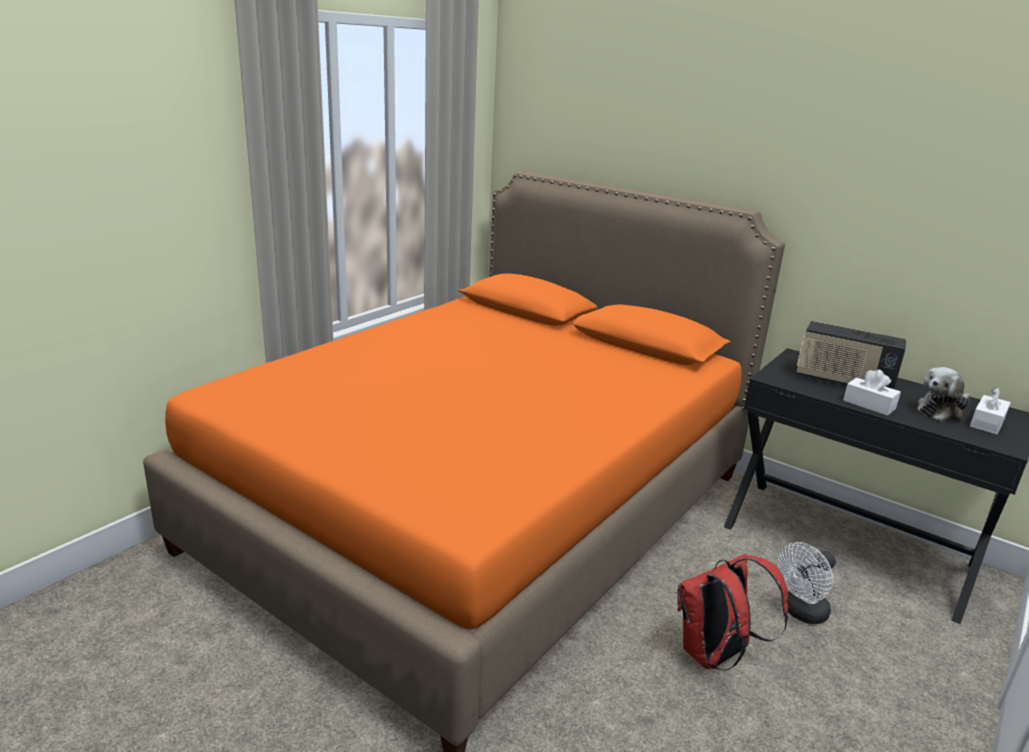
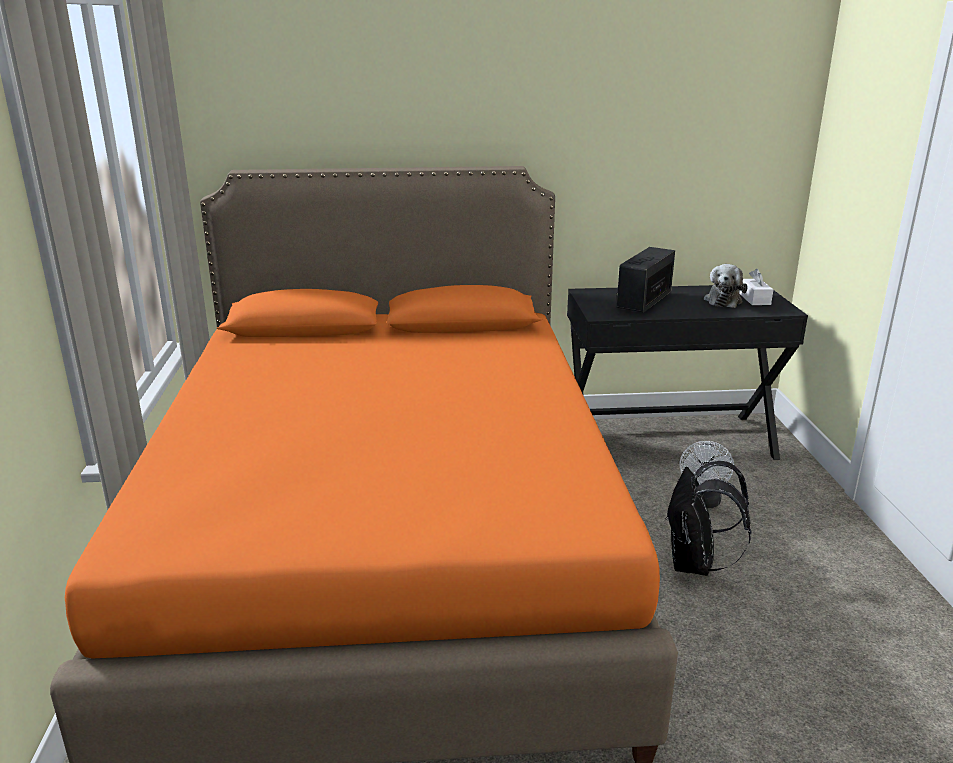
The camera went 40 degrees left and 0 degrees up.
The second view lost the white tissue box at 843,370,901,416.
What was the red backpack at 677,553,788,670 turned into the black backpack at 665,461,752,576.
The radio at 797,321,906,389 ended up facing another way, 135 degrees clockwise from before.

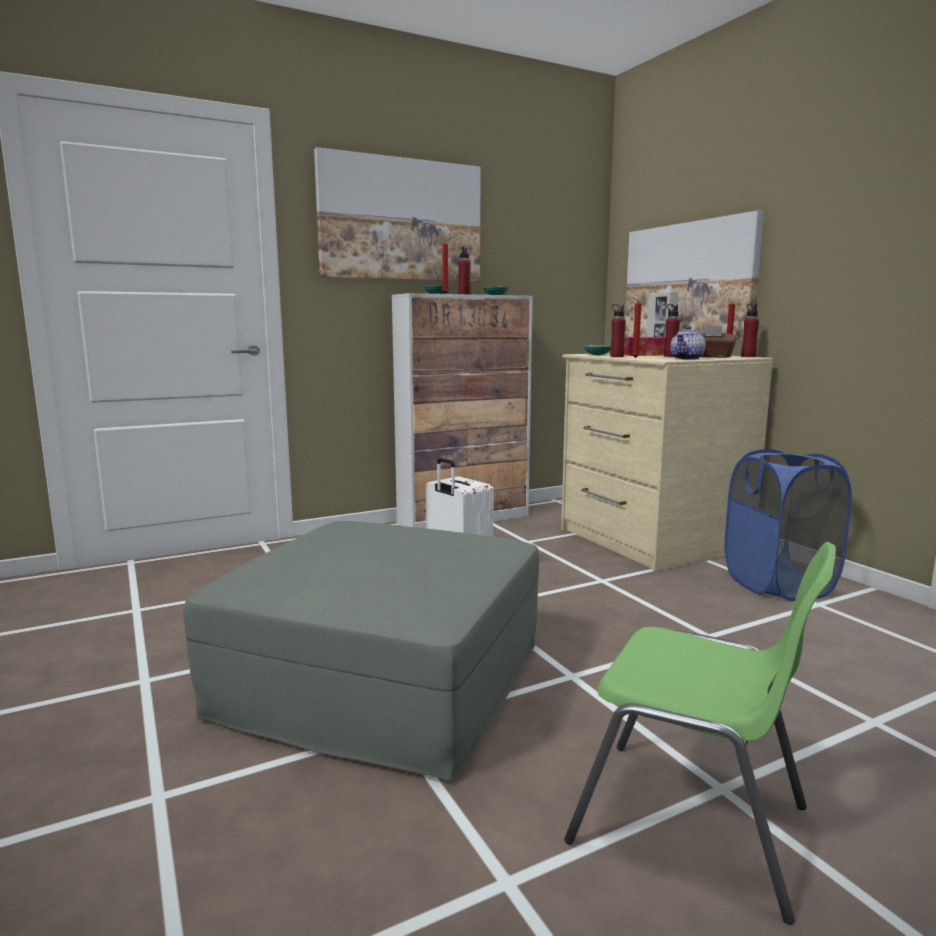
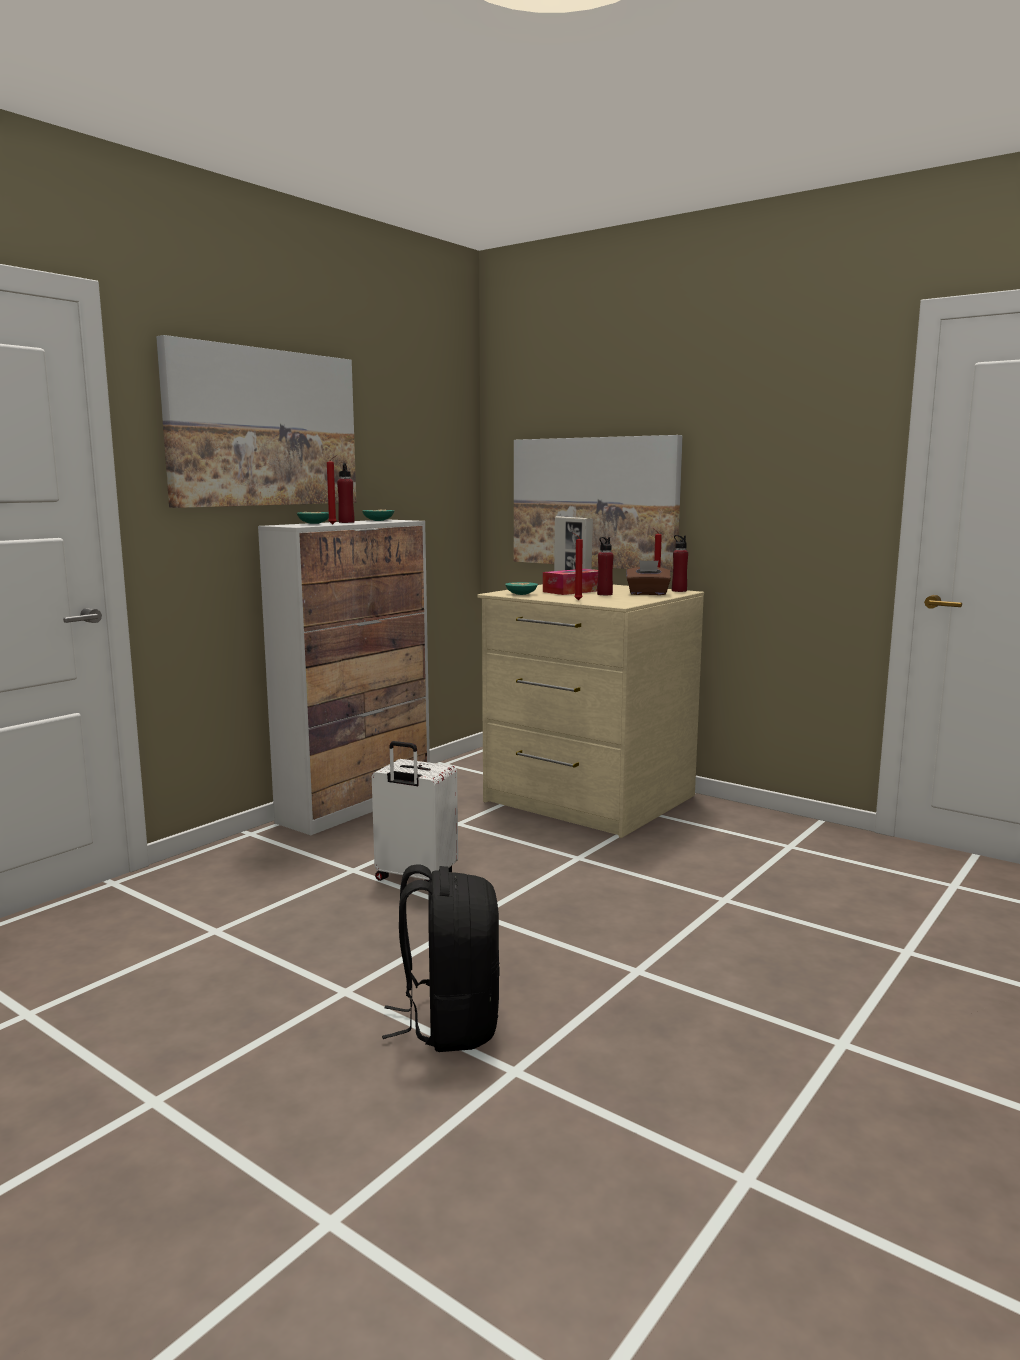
The camera went 25 degrees left and 0 degrees up.
The second view lost the green chair at 564,542,836,924.
The second view lost the red bottle at 610,304,626,357.
The second view lost the teapot at 670,326,705,360.
The second view lost the blue laundry basket at 725,449,852,601.
Where the grey ottoman stood at 183,521,539,781, the black backpack came to stand at 382,864,500,1052.

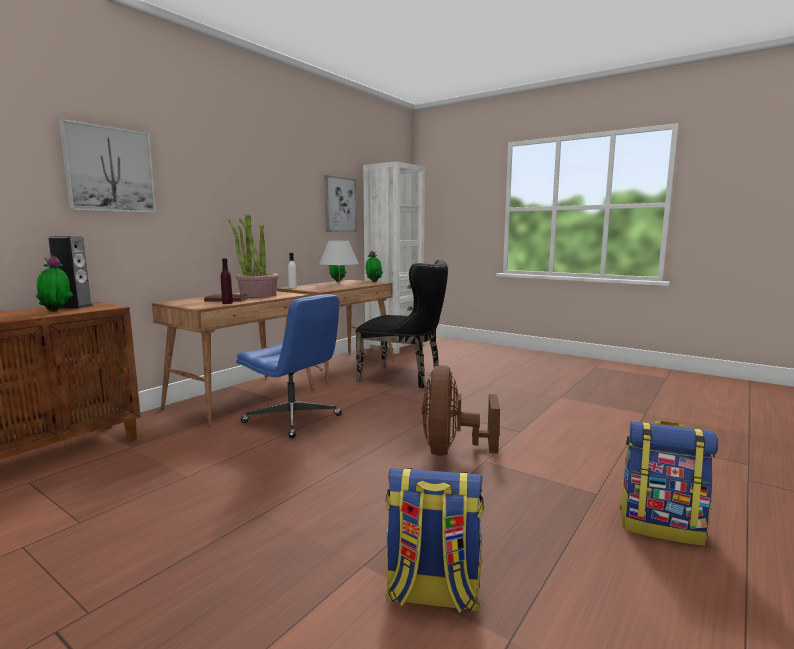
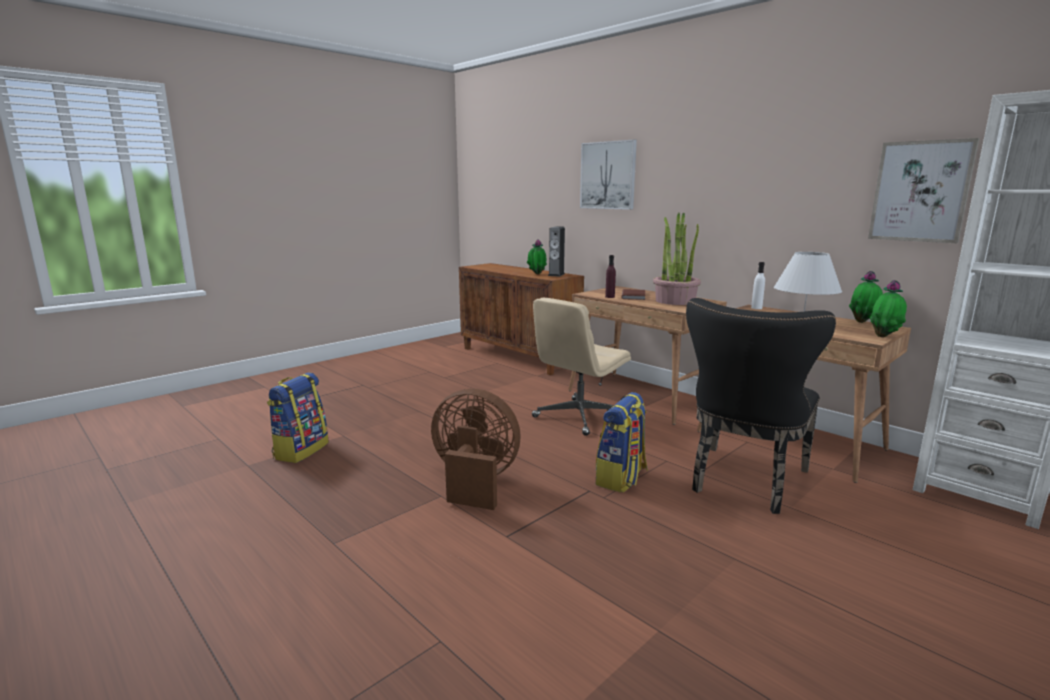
The camera went 100 degrees right and 5 degrees up.
The backpack ended up elsewhere, having gone from 619,421,718,546 to 596,392,648,492.
What was the blue office chair at 236,294,342,438 turned into the beige office chair at 532,298,631,436.

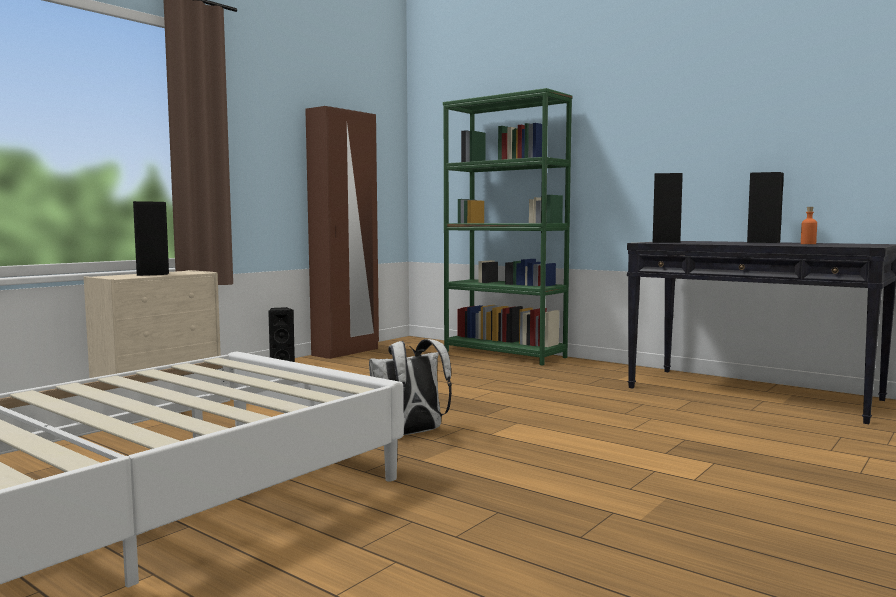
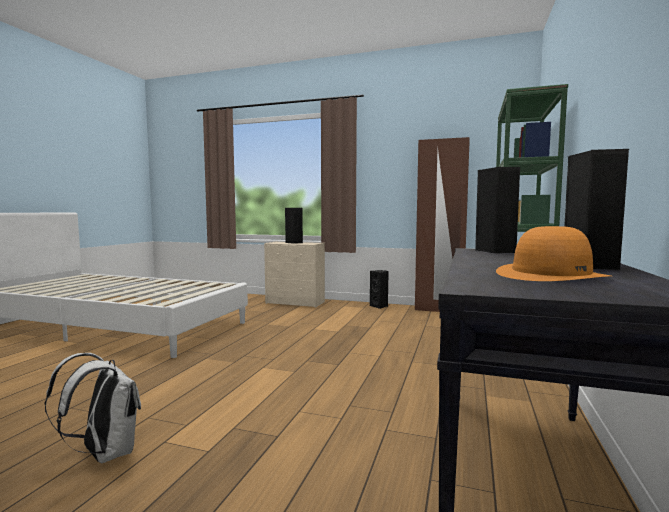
The camera went 70 degrees right and 0 degrees up.
The white backpack ended up elsewhere, having gone from 369,339,452,435 to 45,353,141,464.
Where the orange bottle stood at 801,207,817,244, the orange hat came to stand at 496,226,611,281.

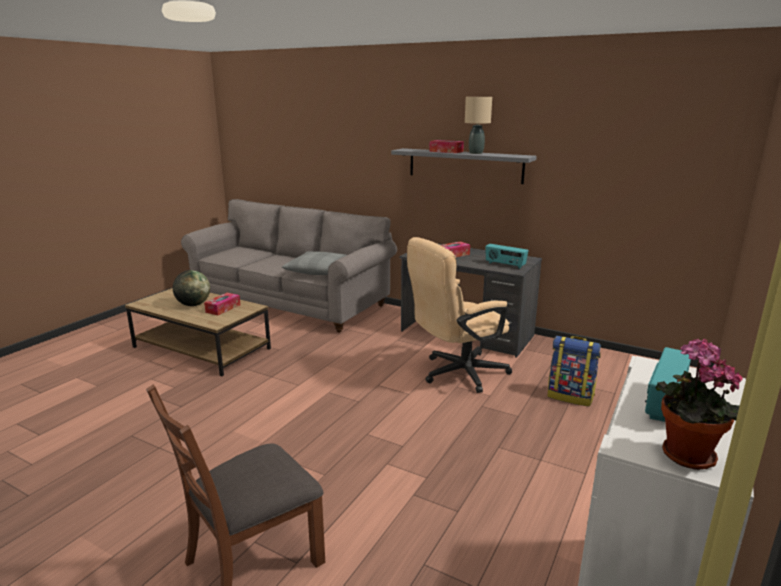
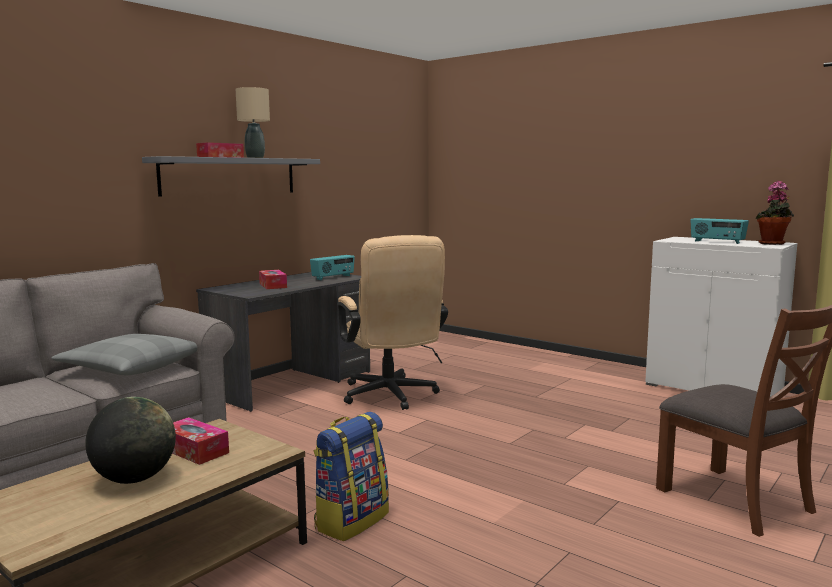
The camera went 80 degrees left and 10 degrees down.
The backpack ended up elsewhere, having gone from 548,336,601,407 to 314,412,389,541.

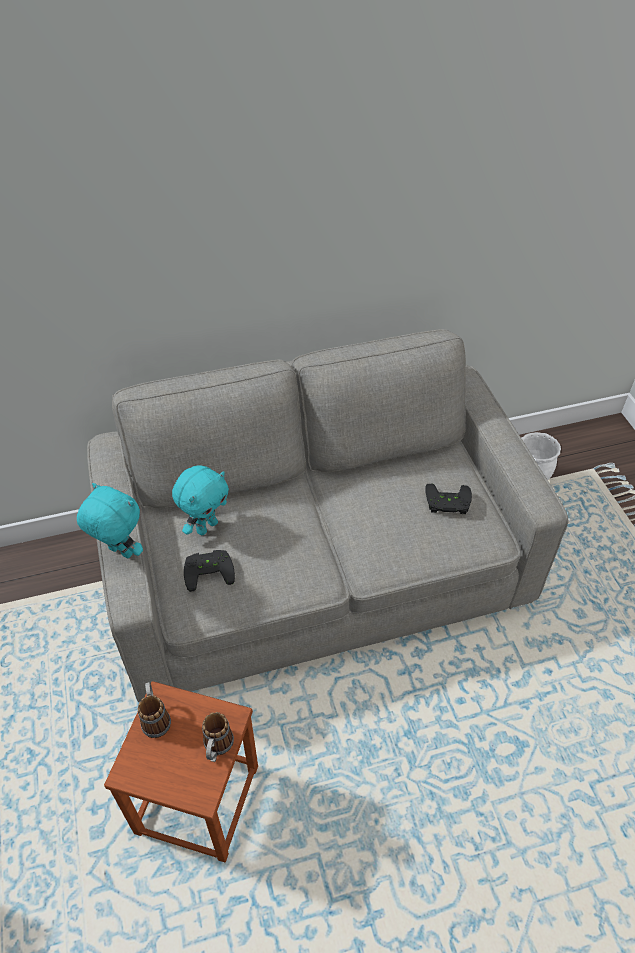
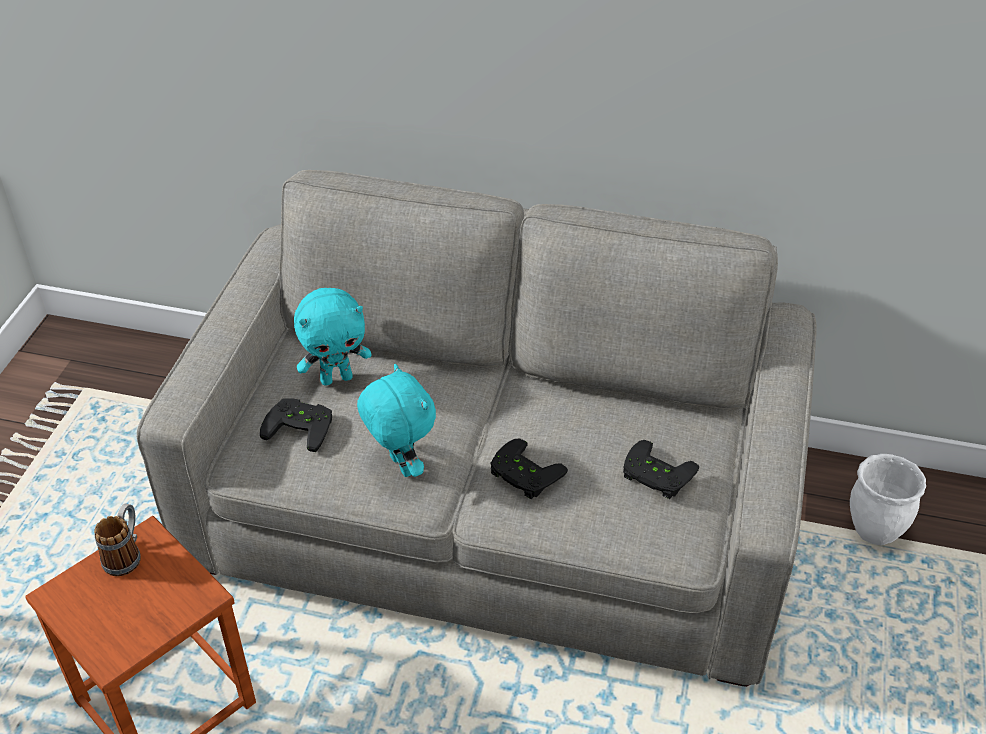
The camera went 30 degrees right and 5 degrees down.
The second view lost the mug at 202,712,234,762.
The second view gained the black game controller at 490,438,568,499.
The turquoise plush toy ended up elsewhere, having gone from 77,483,143,558 to 357,364,436,477.

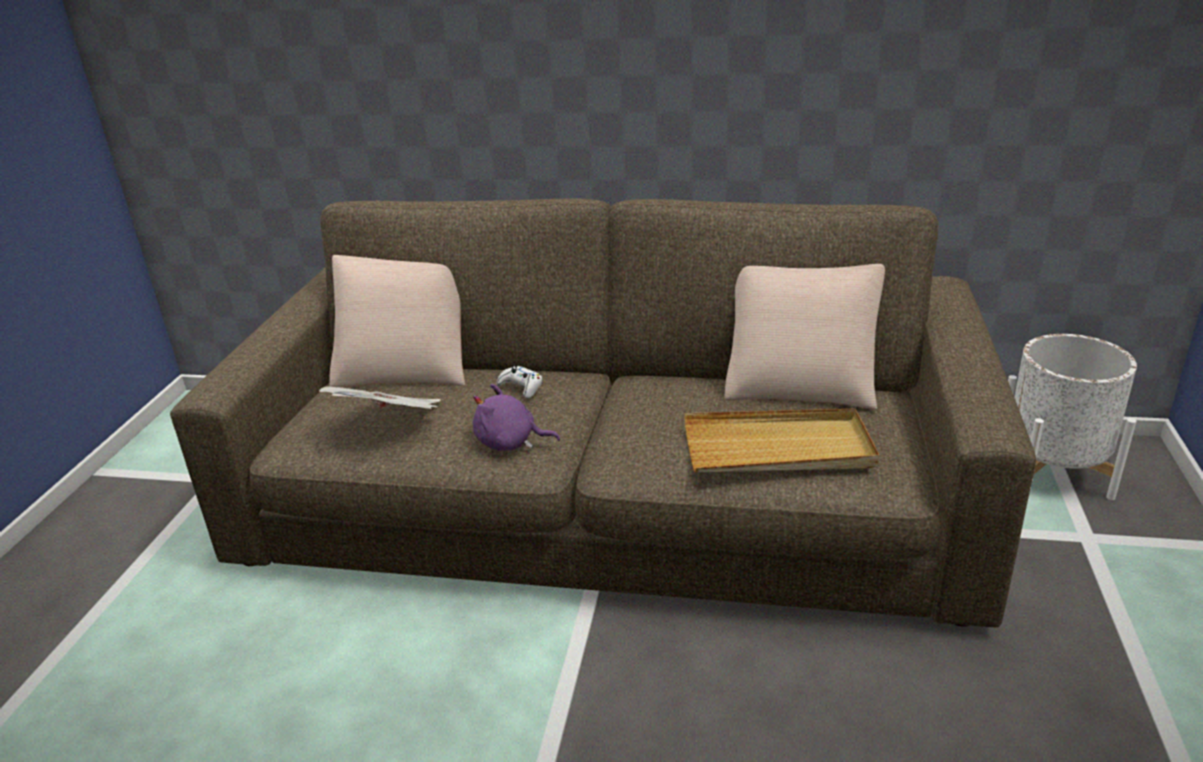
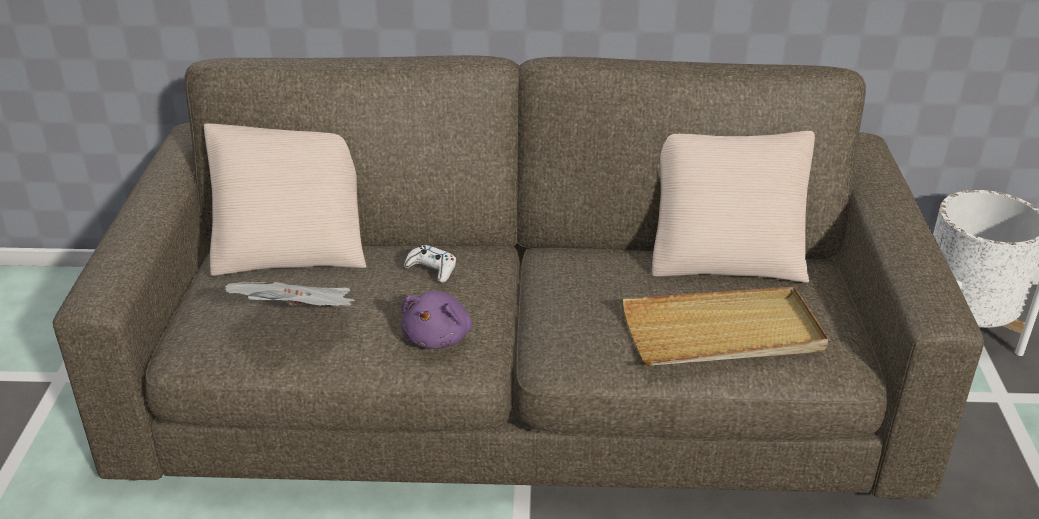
The camera went 10 degrees left and 5 degrees up.
The purple plush toy at 473,384,560,451 ended up facing another way, 75 degrees counterclockwise from before.

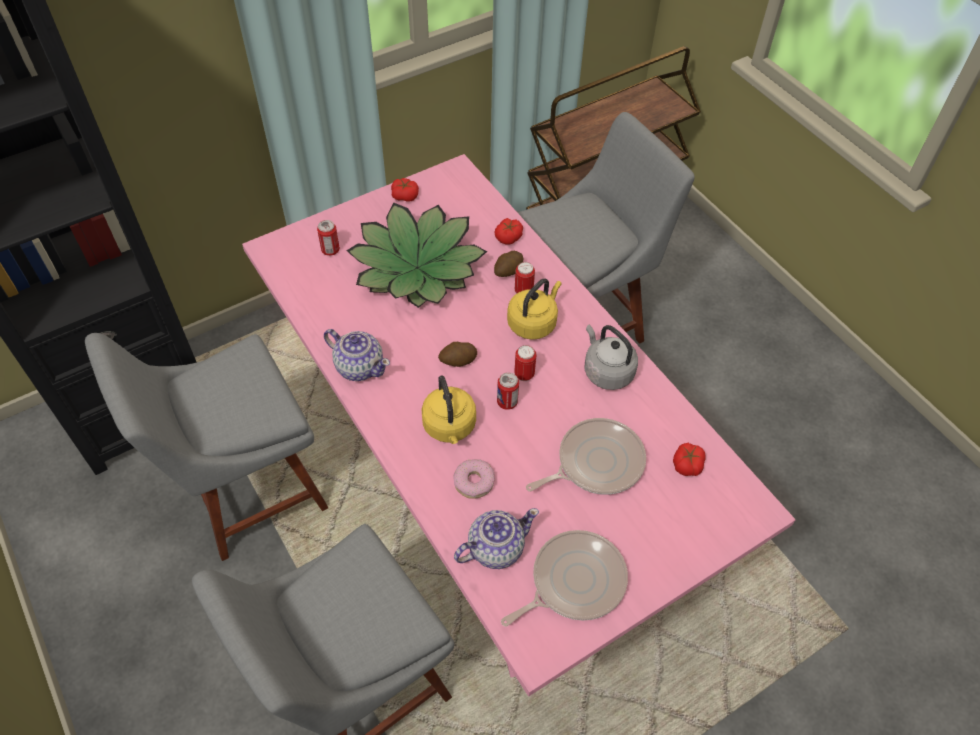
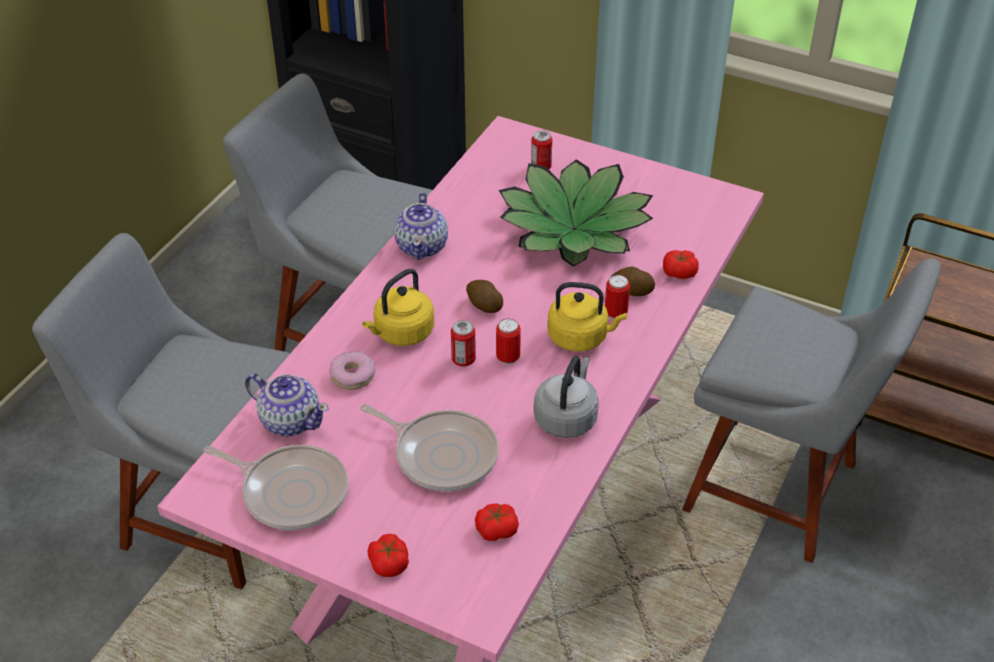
The camera went 60 degrees right and 10 degrees down.
The tomato ended up elsewhere, having gone from 391,178,419,202 to 367,534,409,577.

